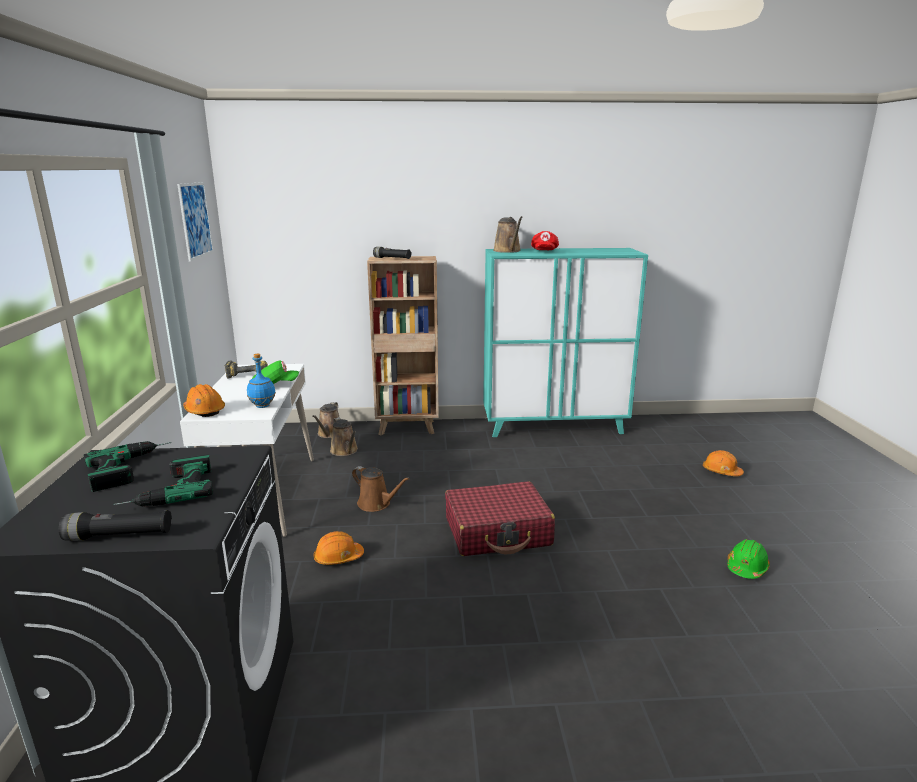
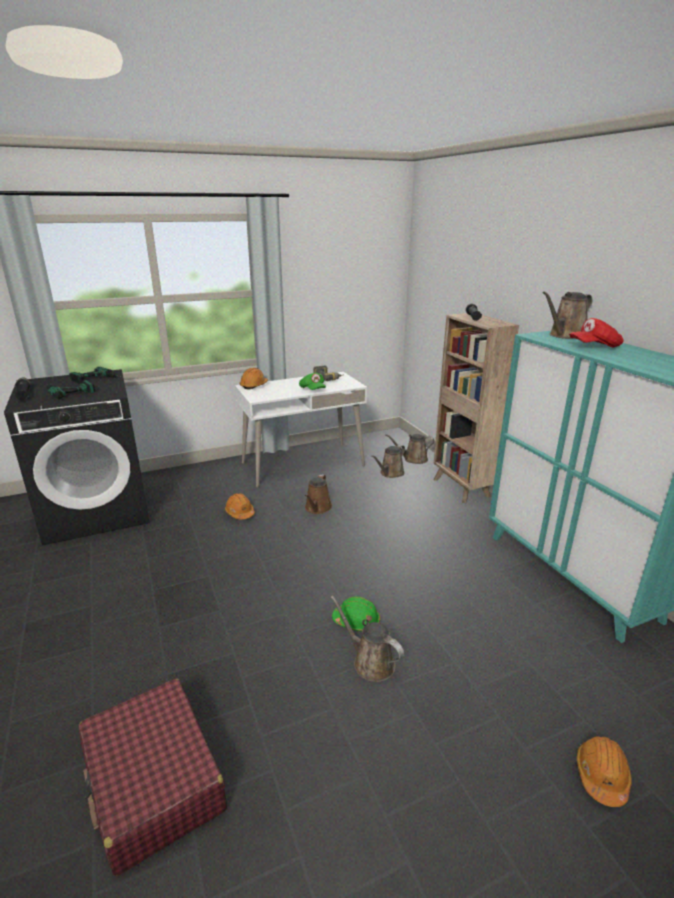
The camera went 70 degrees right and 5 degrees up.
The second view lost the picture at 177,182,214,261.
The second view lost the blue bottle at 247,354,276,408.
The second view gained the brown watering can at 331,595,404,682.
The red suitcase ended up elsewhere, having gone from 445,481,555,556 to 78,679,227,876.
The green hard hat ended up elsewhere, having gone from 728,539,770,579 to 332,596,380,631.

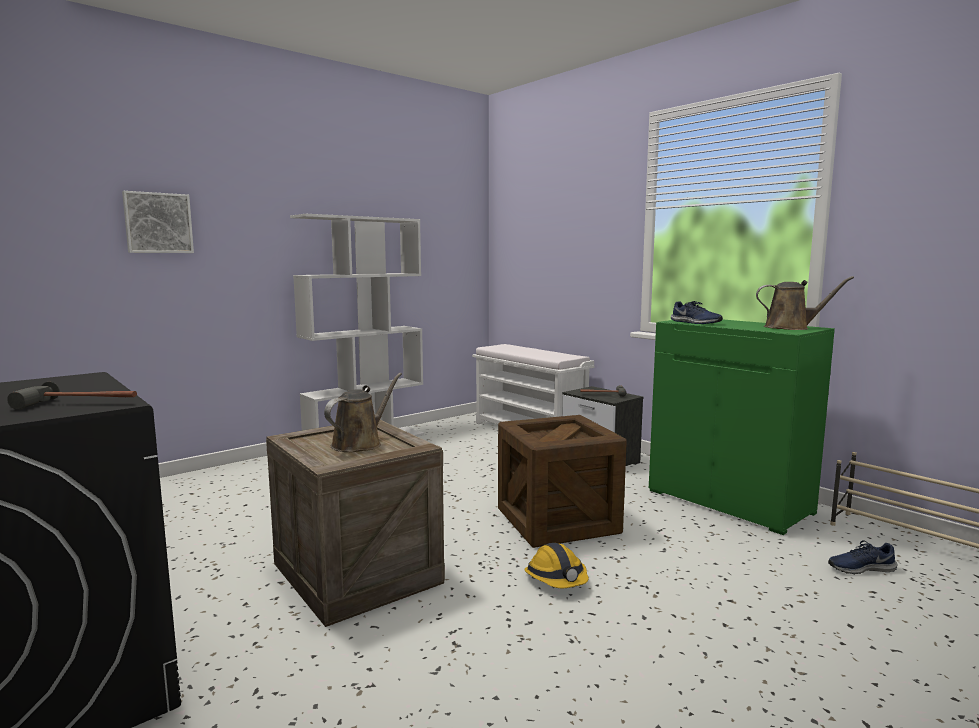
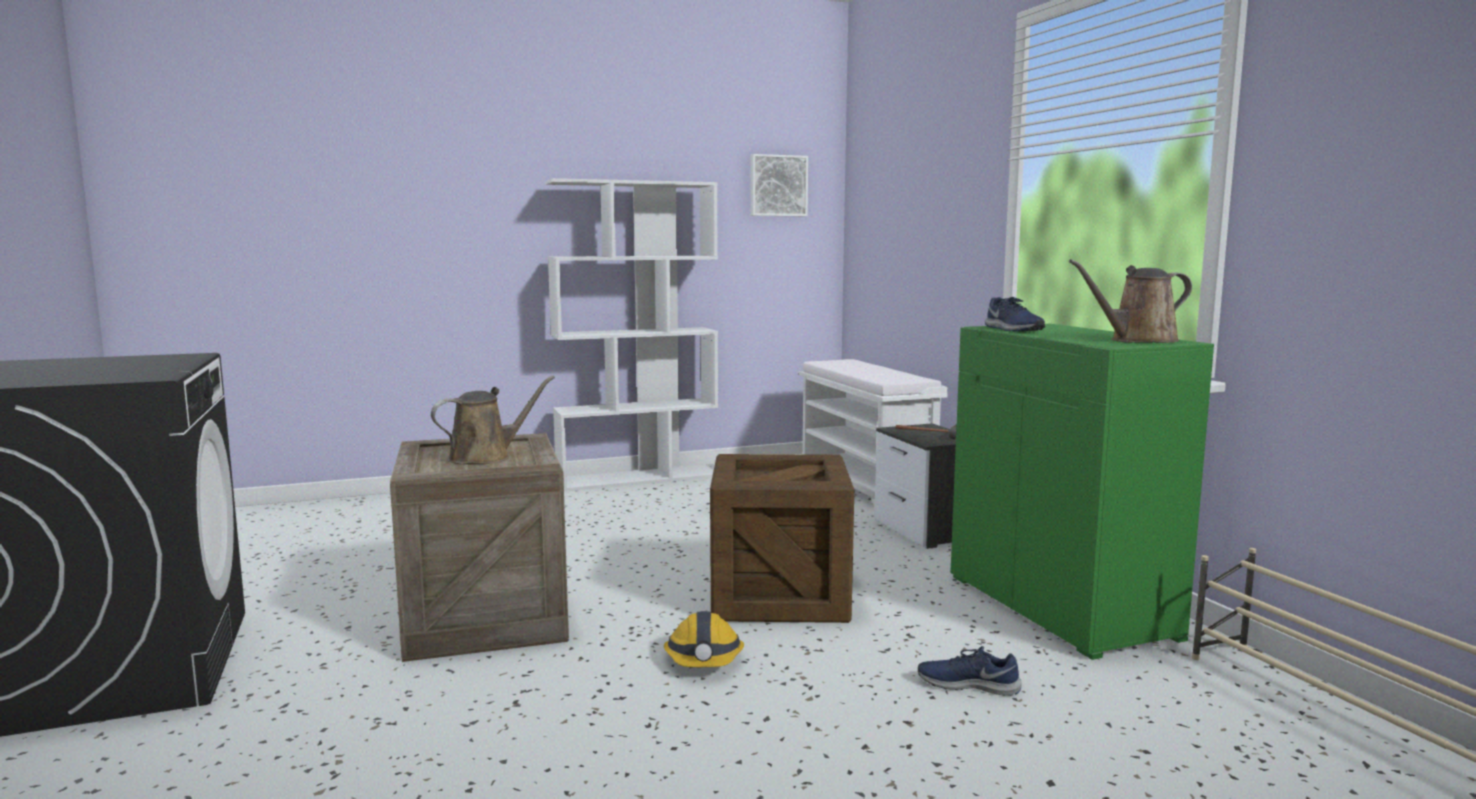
The camera went 20 degrees right and 0 degrees up.
The second view lost the hammer at 7,382,137,409.
The picture ended up elsewhere, having gone from 122,191,194,253 to 750,154,808,216.
The blue shoe ended up elsewhere, having gone from 828,540,898,575 to 918,646,1021,696.
The brown watering can at 756,276,854,330 ended up facing another way, 135 degrees clockwise from before.

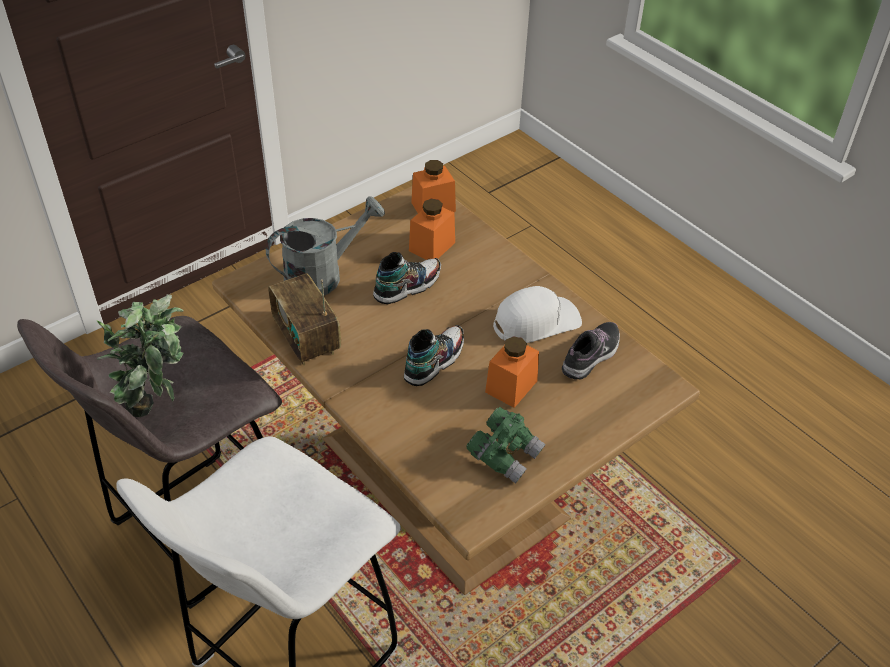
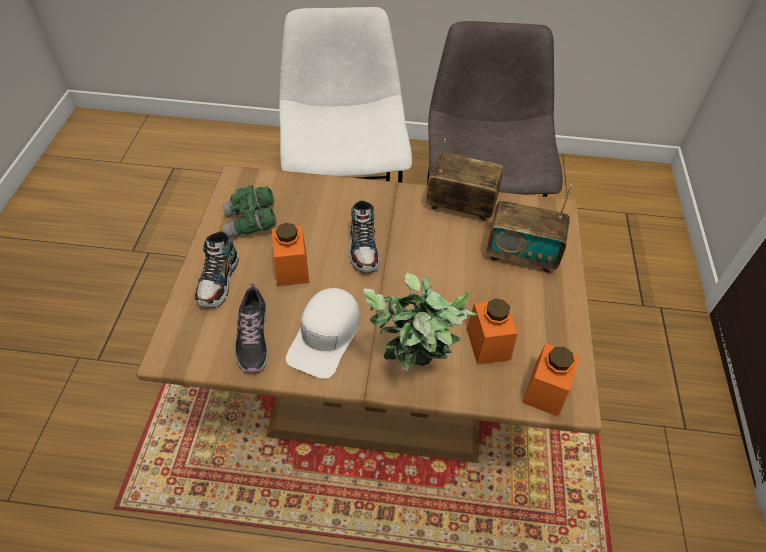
The camera went 135 degrees right and 5 degrees up.
The potted plant ended up elsewhere, having gone from 97,294,183,417 to 363,273,477,371.
The shoe ended up elsewhere, having gone from 373,252,441,304 to 195,231,239,308.
Where the grey watering can stood at 266,196,385,295, the radio came to stand at 486,185,572,273.

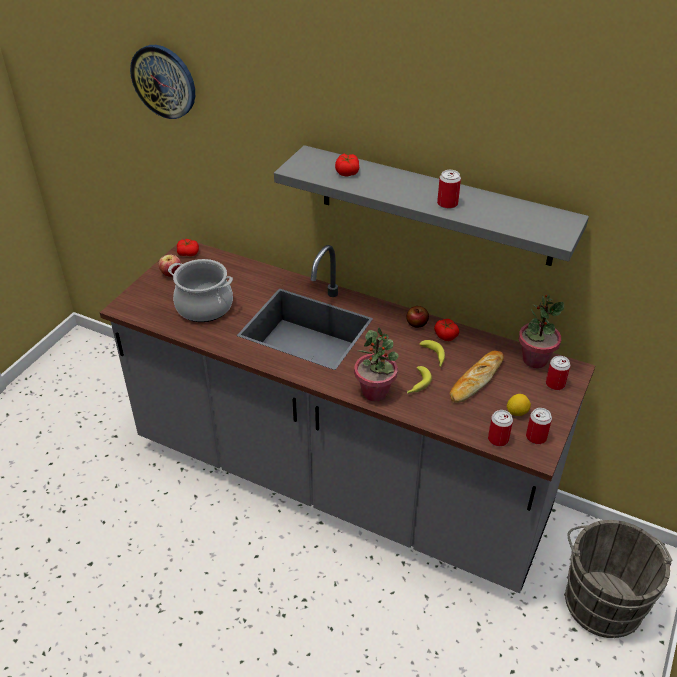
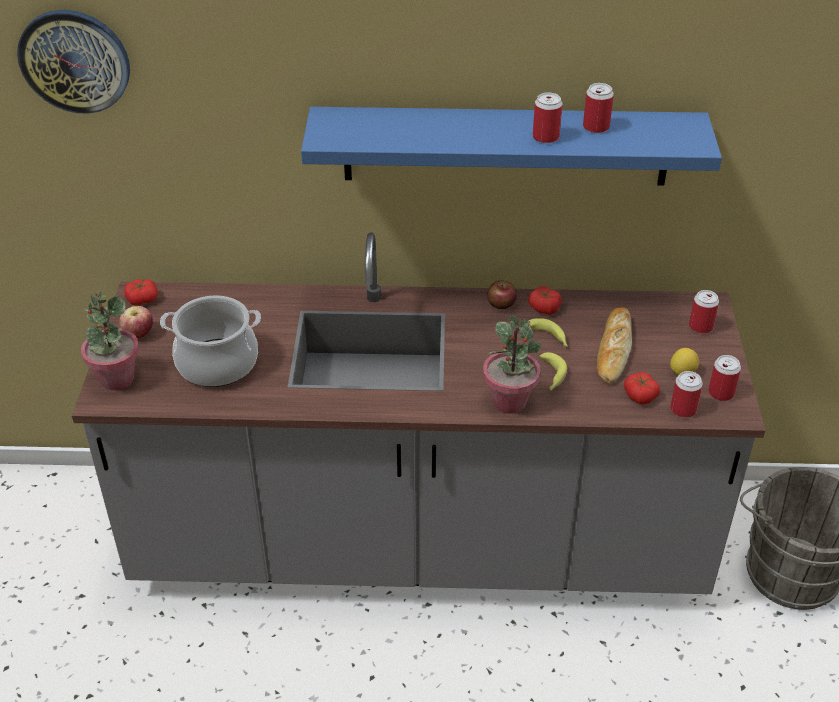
The camera went 25 degrees left and 0 degrees up.
The second view gained the can at 583,83,614,133.
The tomato ended up elsewhere, having gone from 335,154,359,177 to 624,372,660,405.
The potted plant ended up elsewhere, having gone from 519,295,564,368 to 81,291,139,390.
What was the grey shelf at 274,145,589,266 turned into the blue shelf at 301,107,722,186.

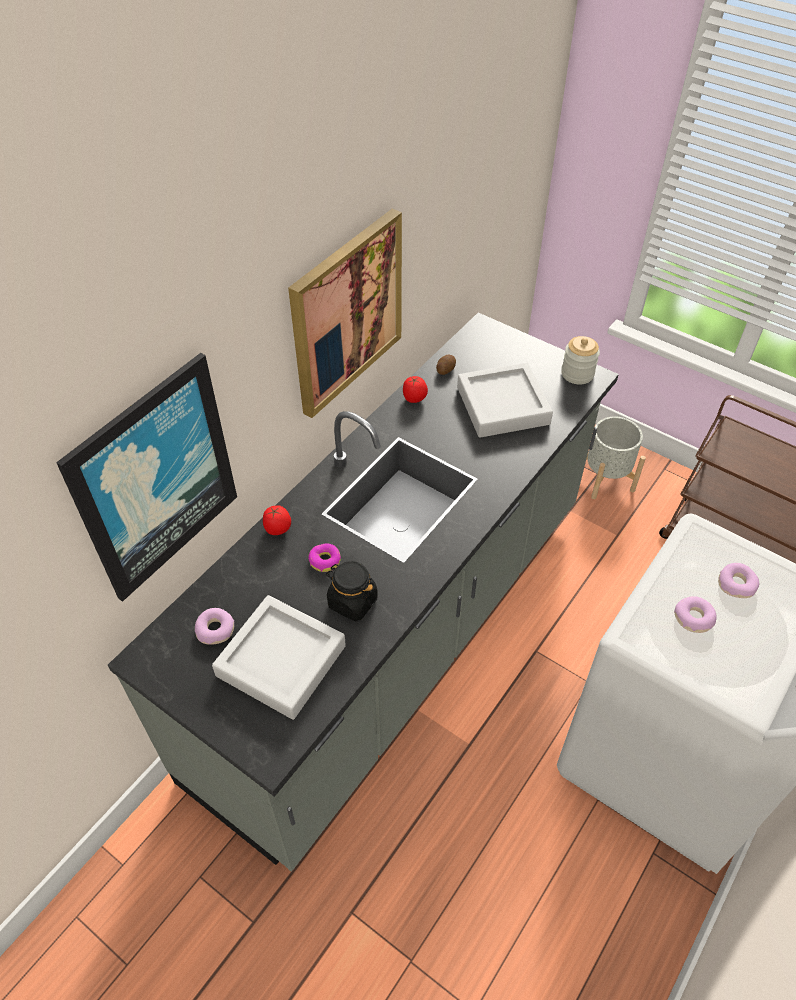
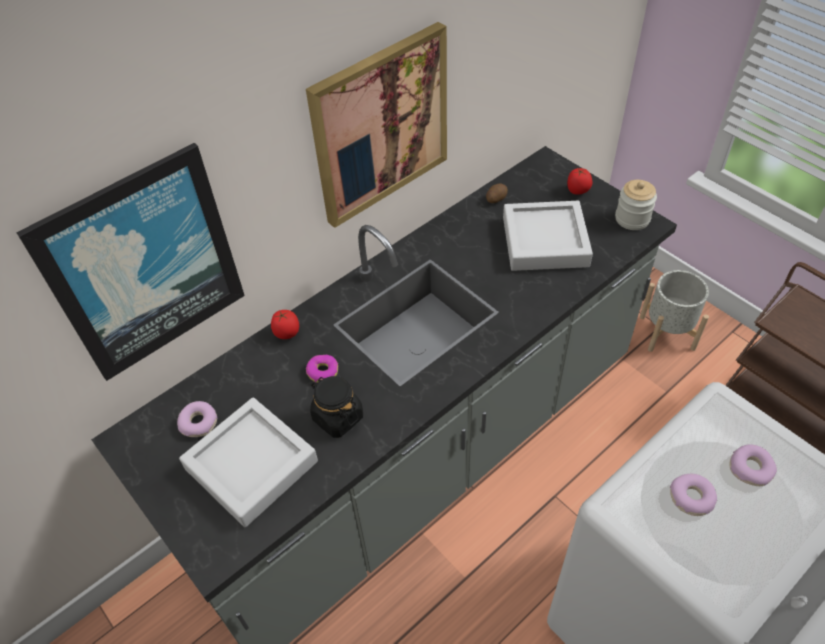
The camera went 15 degrees right and 0 degrees up.
The tomato ended up elsewhere, having gone from 403,376,428,403 to 567,168,593,195.

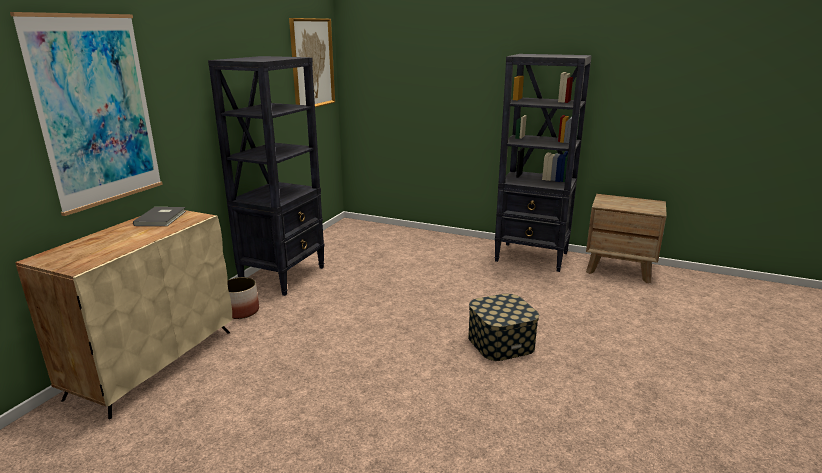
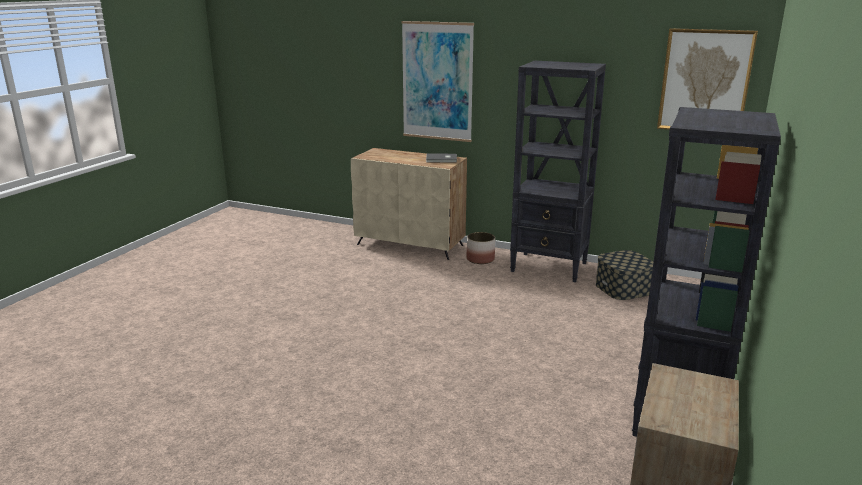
The camera went 90 degrees right and 0 degrees up.
The storage box ended up elsewhere, having gone from 468,294,539,361 to 596,250,653,300.

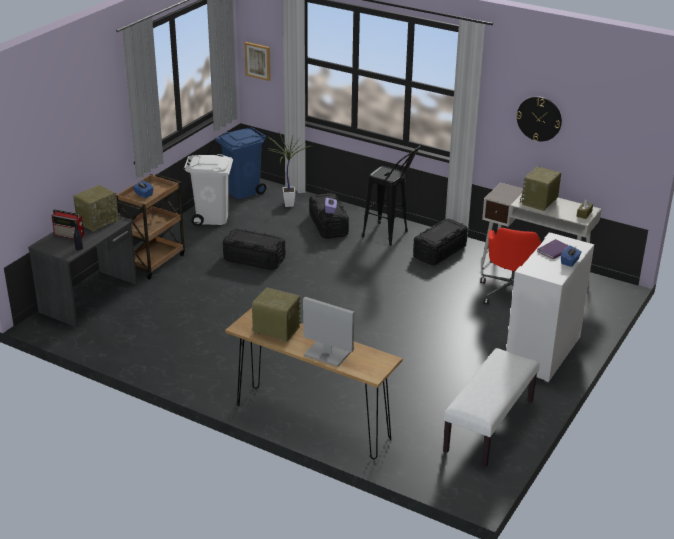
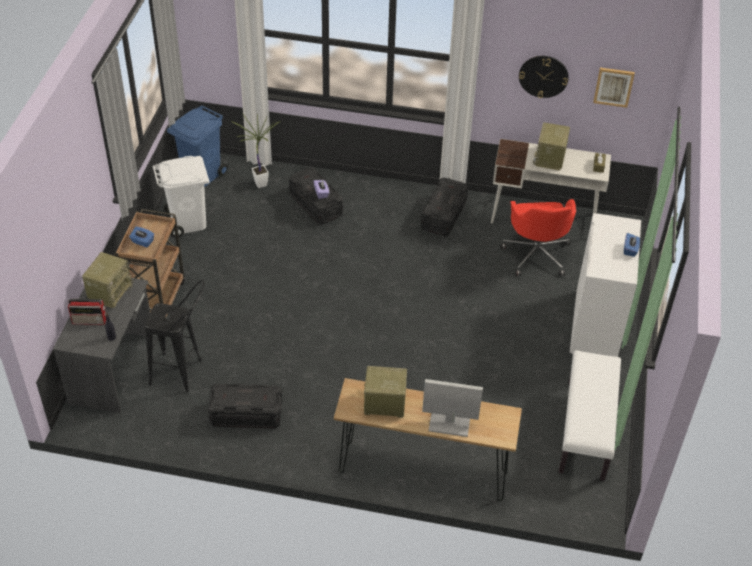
The camera went 20 degrees left and 15 degrees up.
The second view lost the purple book at 537,239,569,259.
The black storage box ended up elsewhere, having gone from 223,229,285,270 to 208,383,282,429.
The picture ended up elsewhere, having gone from 245,42,270,81 to 593,68,635,108.
The black stool ended up elsewhere, having gone from 362,144,422,246 to 145,280,205,392.

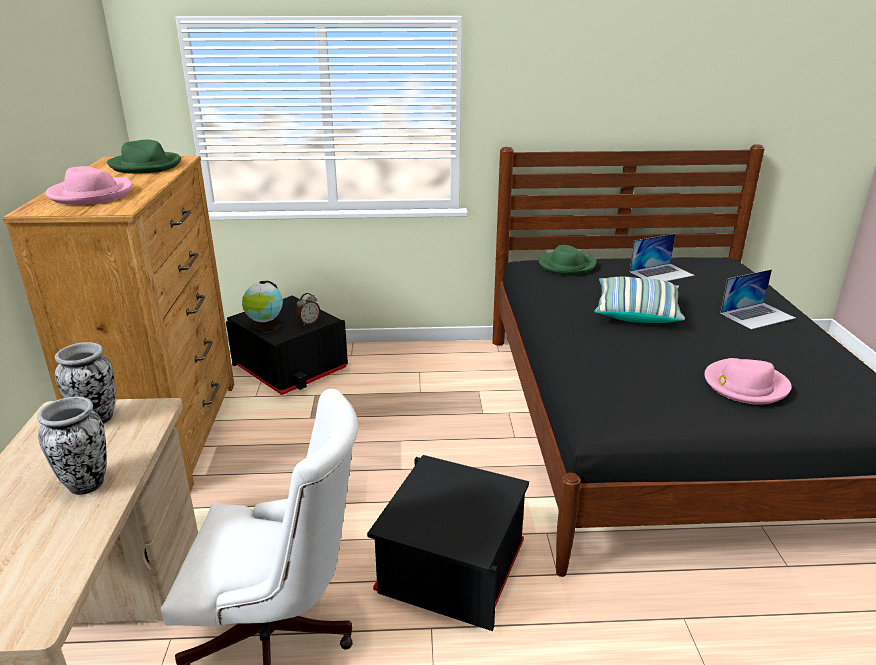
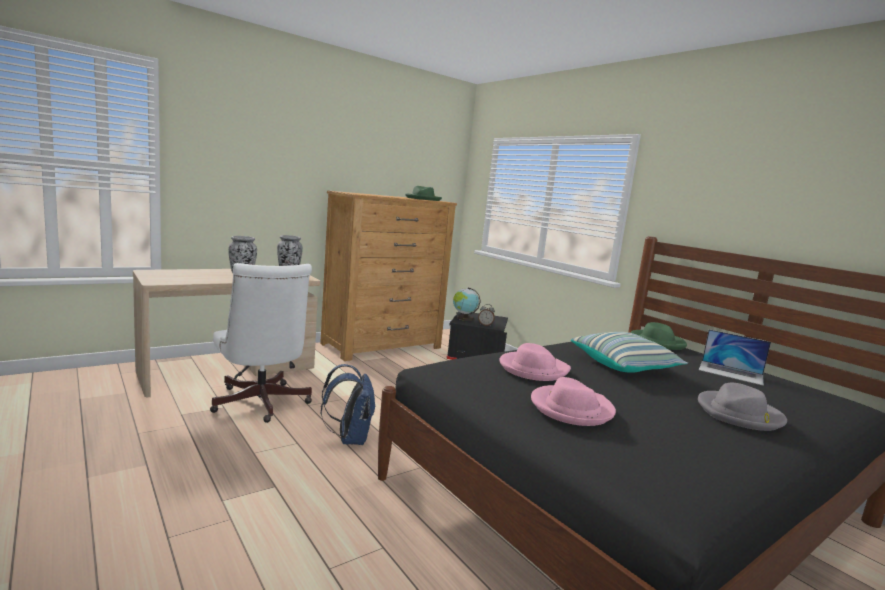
The camera went 55 degrees right and 15 degrees down.
The pink hat ended up elsewhere, having gone from 46,166,133,205 to 499,343,571,381.
Where the black storage box stood at 367,455,529,631, the blue backpack came to stand at 321,364,376,445.
Where the laptop stood at 720,269,796,330, the grey hat came to stand at 698,383,787,431.

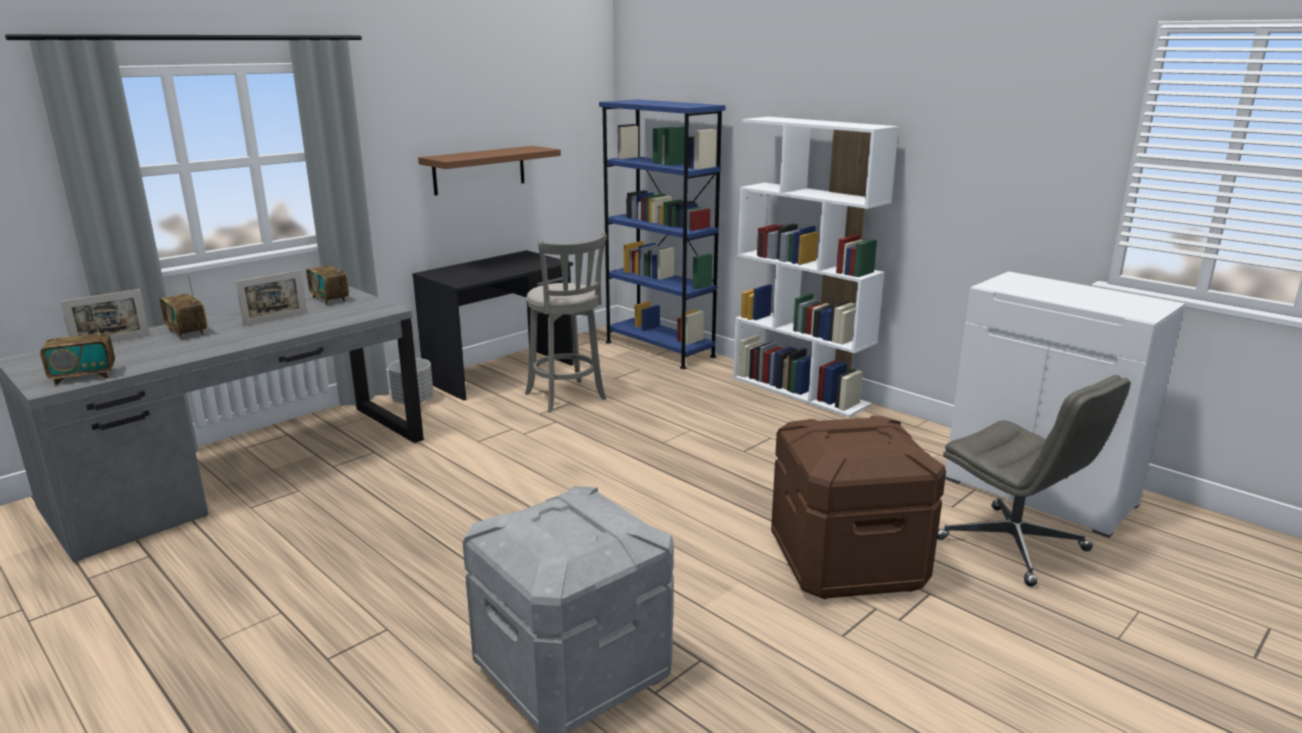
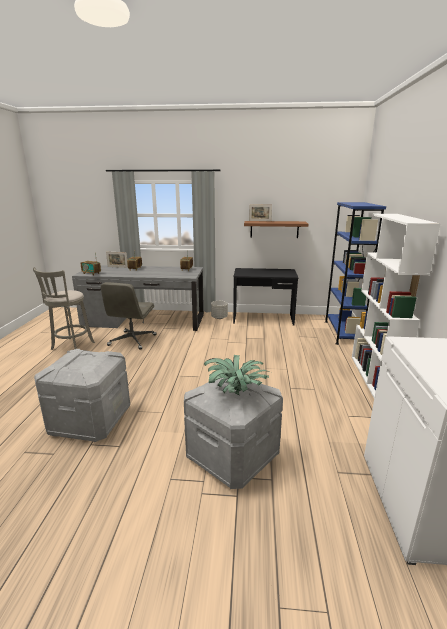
The camera went 50 degrees right and 0 degrees up.
The second view gained the potted plant at 204,355,269,396.
The picture frame ended up elsewhere, having gone from 236,270,307,326 to 249,204,272,221.
The grey stool ended up elsewhere, having gone from 525,233,607,412 to 33,267,95,350.
The grey office chair ended up elsewhere, having gone from 937,375,1131,587 to 101,282,156,350.
What was the brown storage box at 771,415,946,599 turned into the grey storage box at 184,373,283,489.

